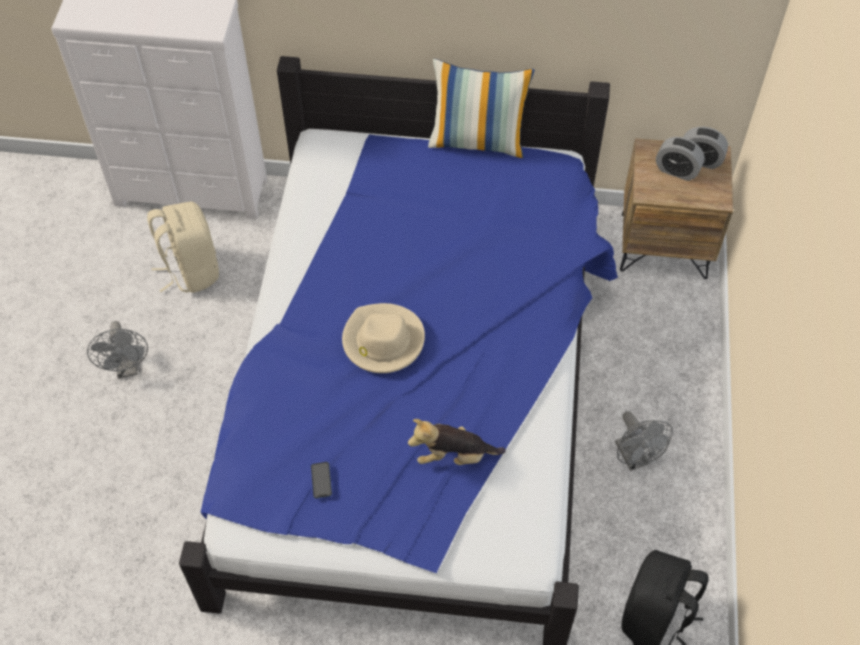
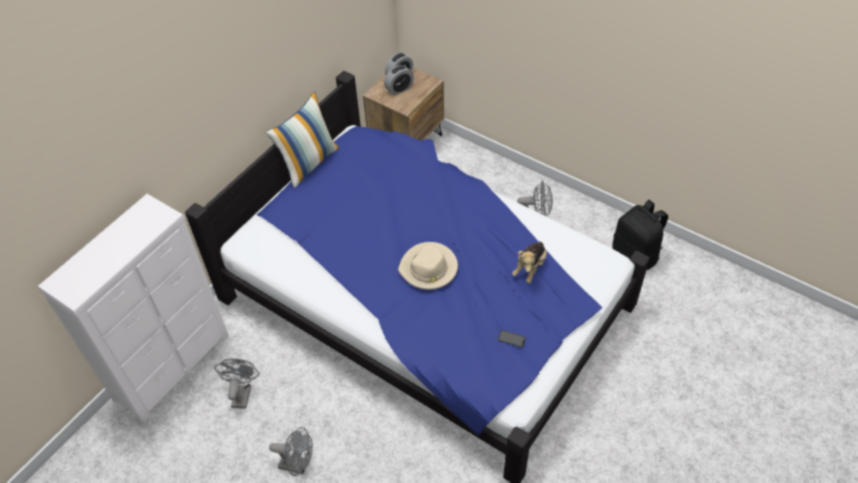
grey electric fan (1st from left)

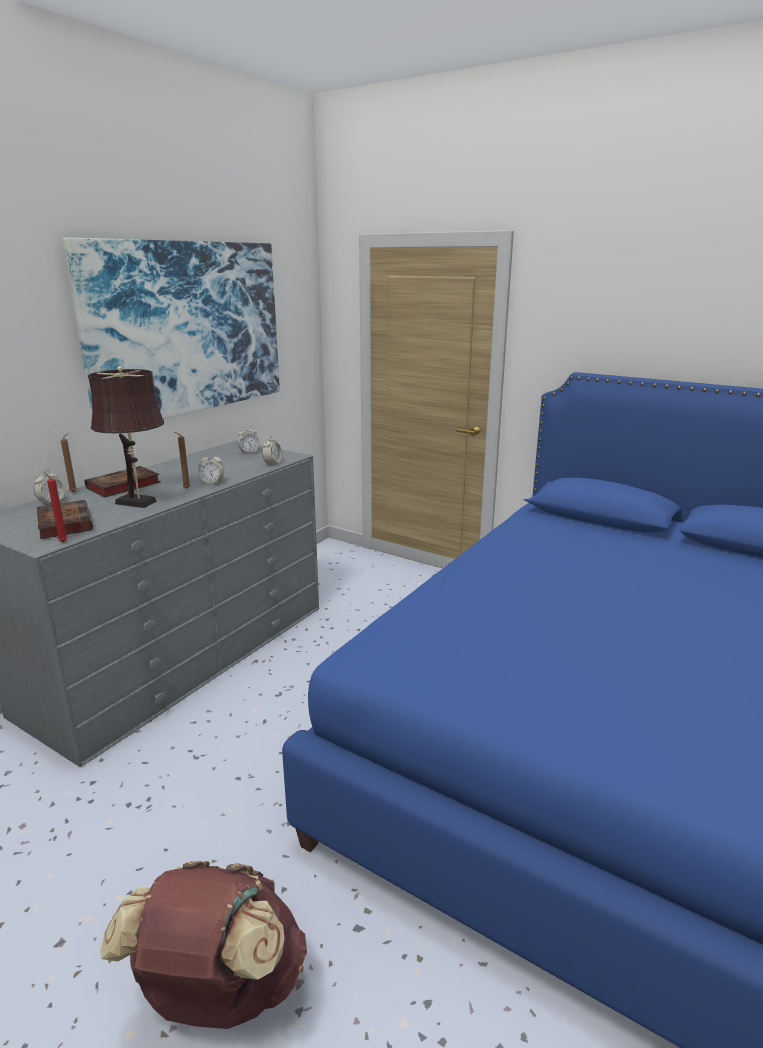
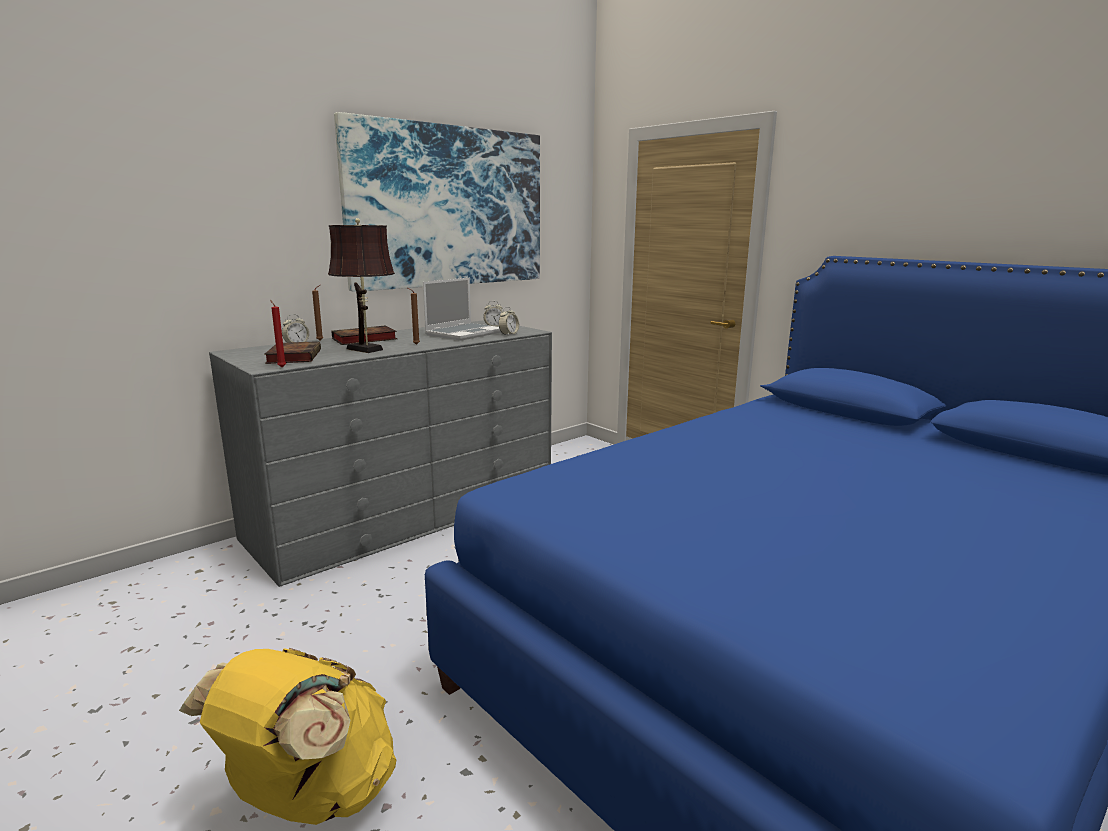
yellow-coloured backpack
bedside clock (2nd from left in the first image)
laptop

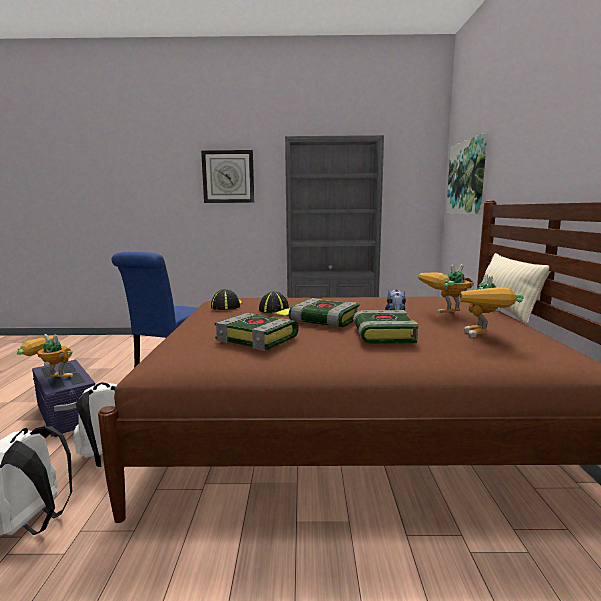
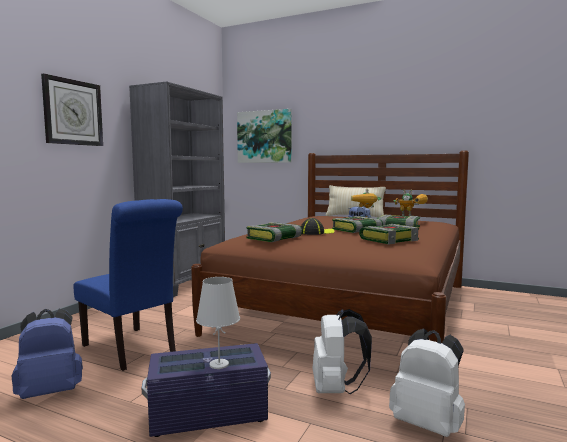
white table lamp
book (1st from left)
blue backpack

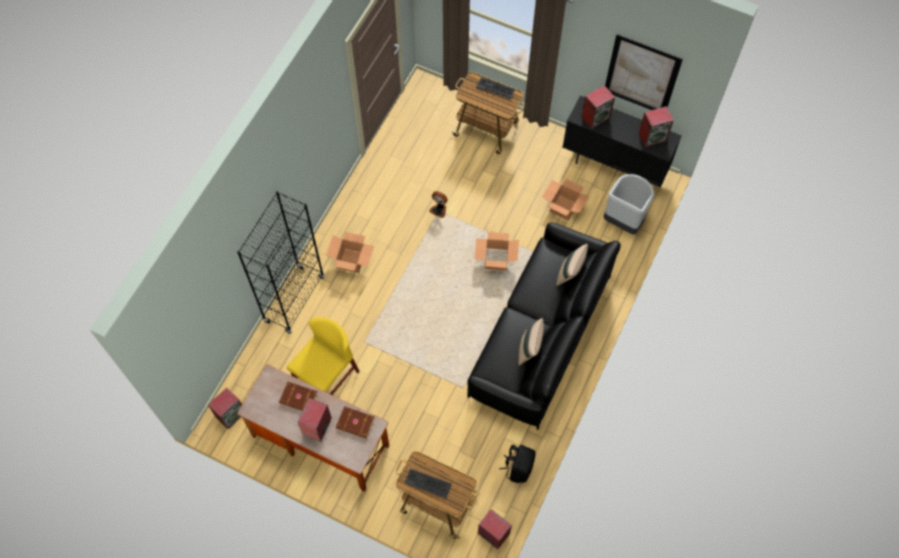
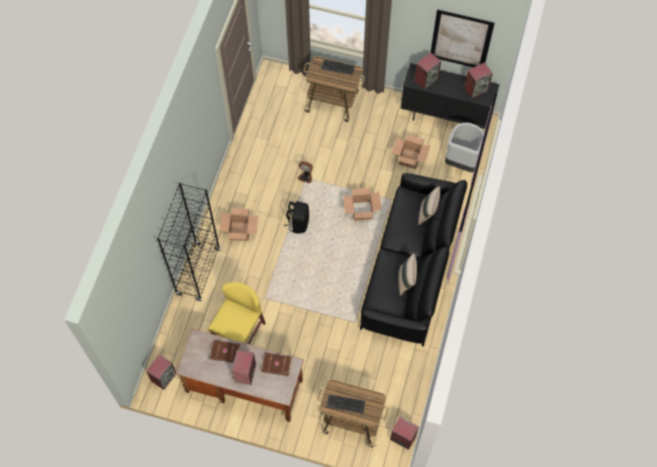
blackish backpack

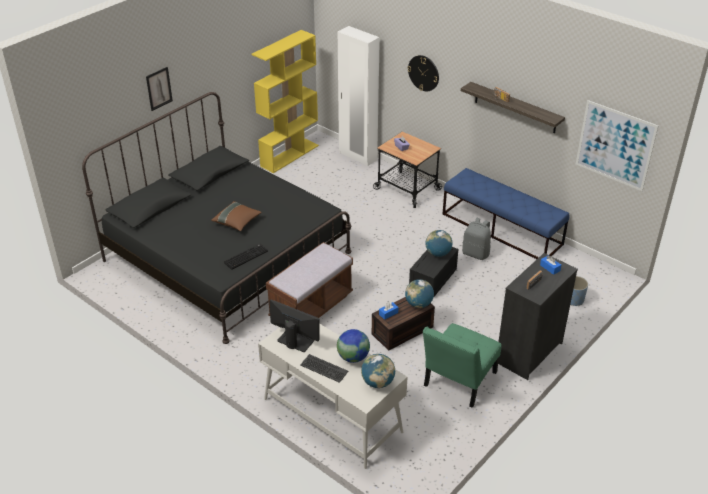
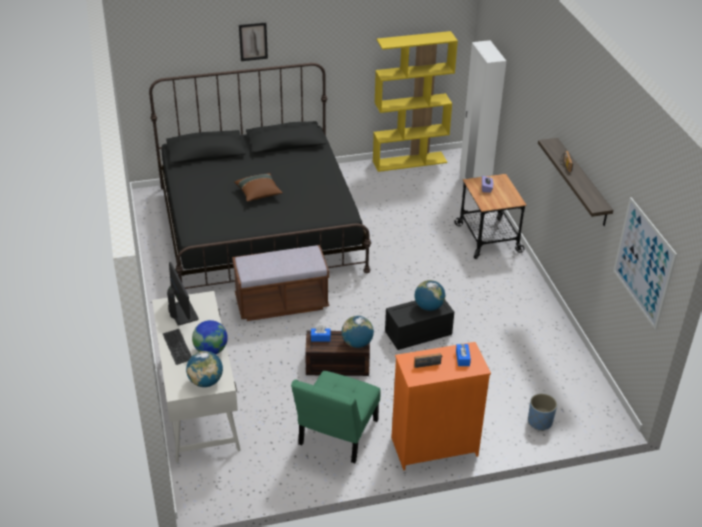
keyboard (1st from left in the first image)
clock on the wall
green-coloured plain chair
blue indoor bench
grey backpack
orangey chest of drawers

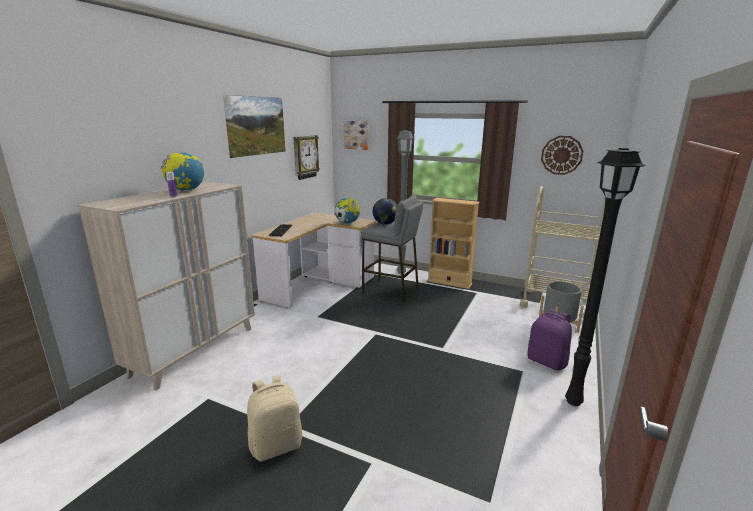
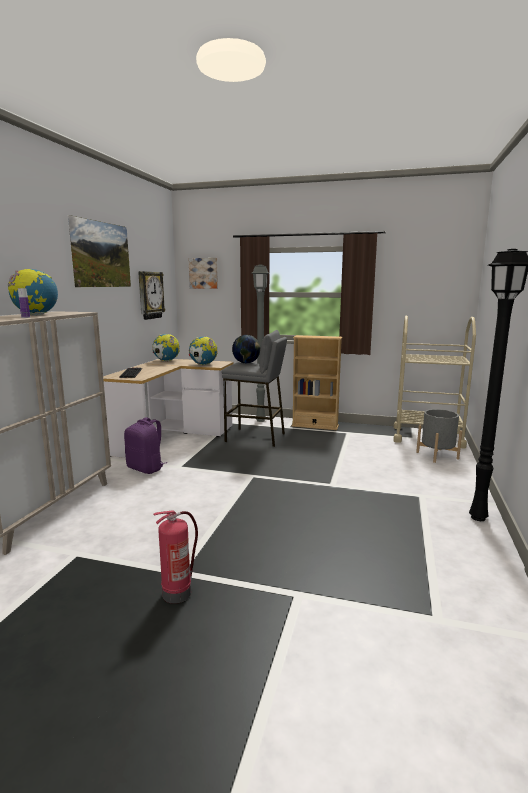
extinguisher
purplish backpack
clock on the wall (2nd from left in the first image)
globe (2nd from left)

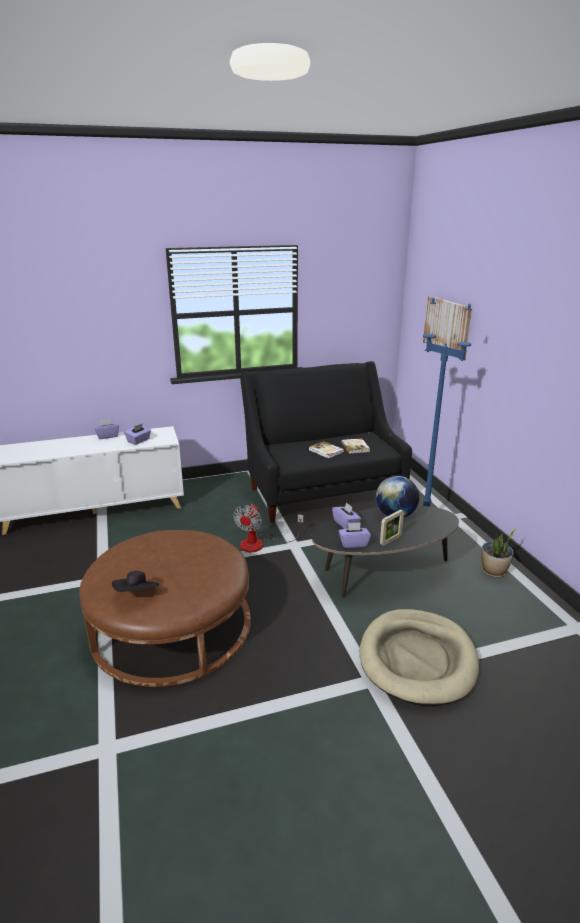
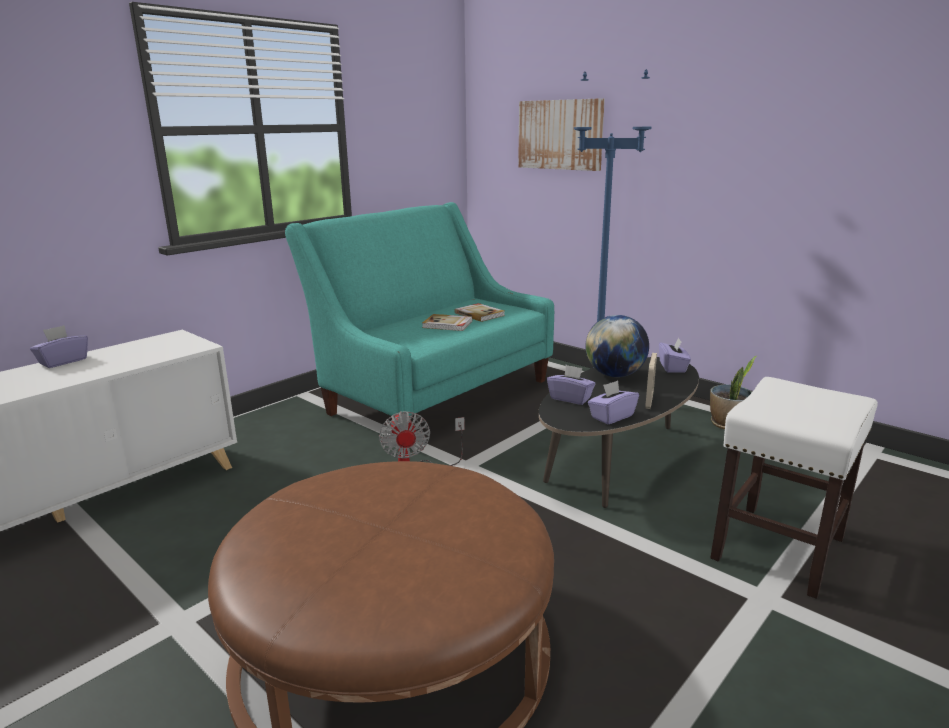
blackish clothing hat
purplish box of tissues (4th from left)
blue-green settee
white stool

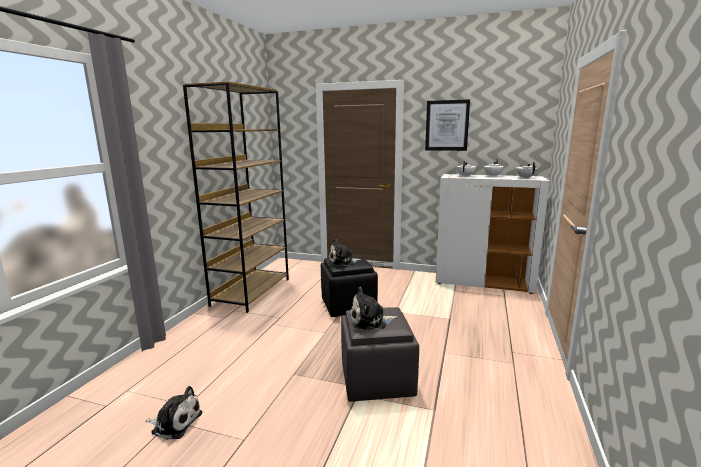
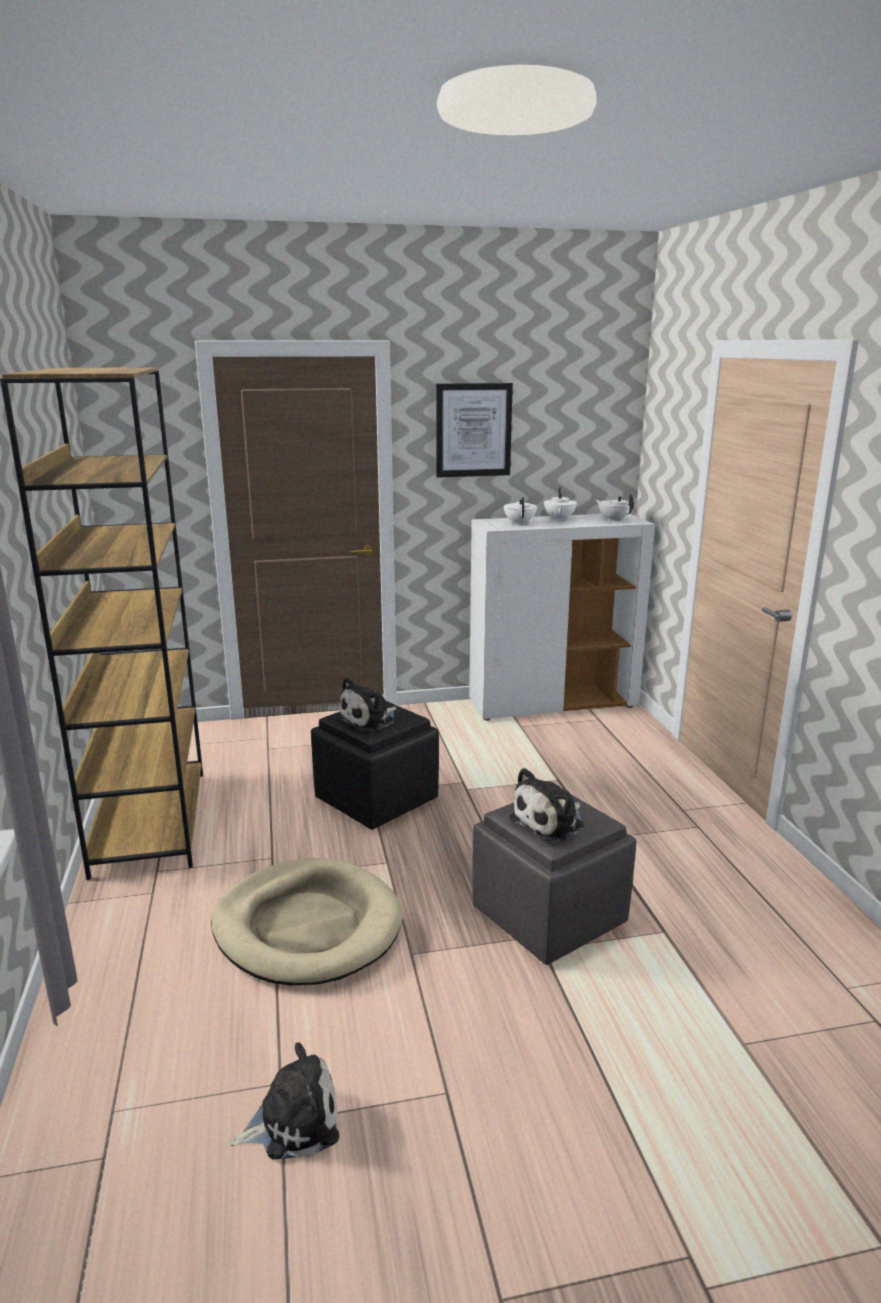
beige dog bed

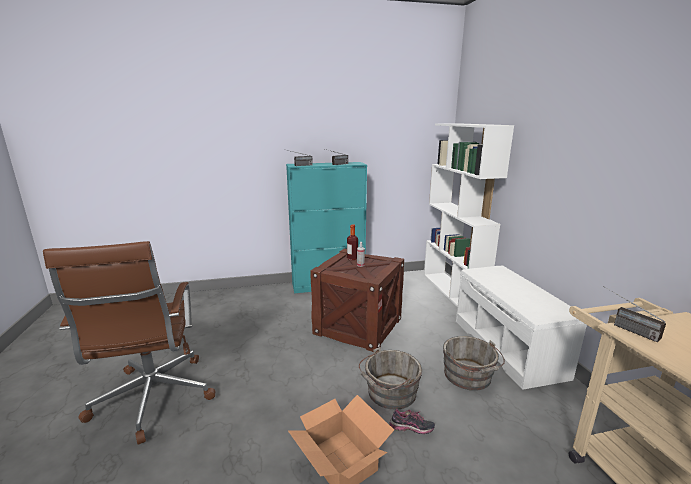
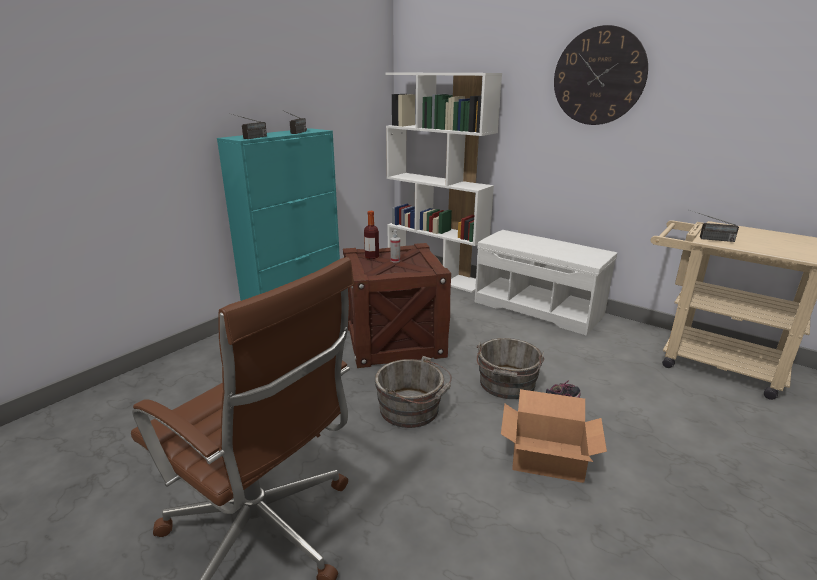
grey water bucket (1st from left)
clock on the wall

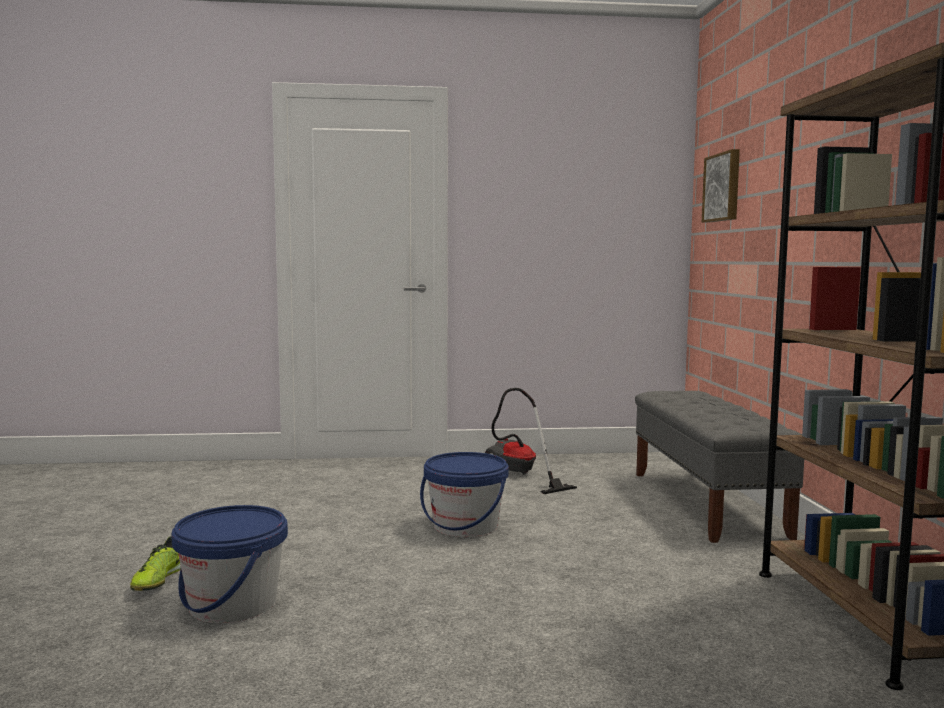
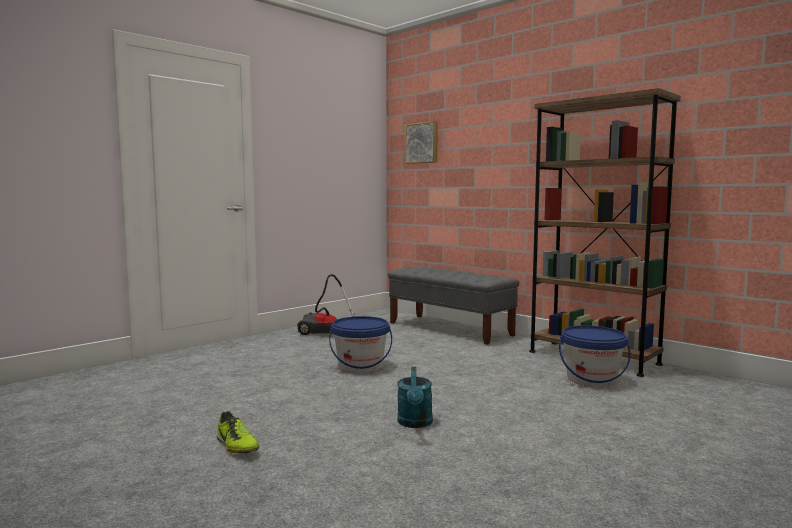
blue water bucket (2nd from left)
blue-green watering pot

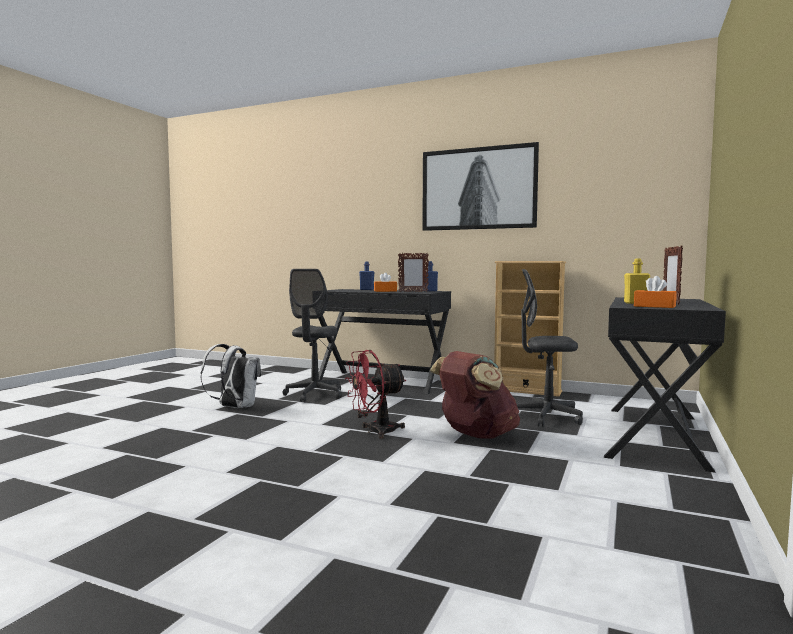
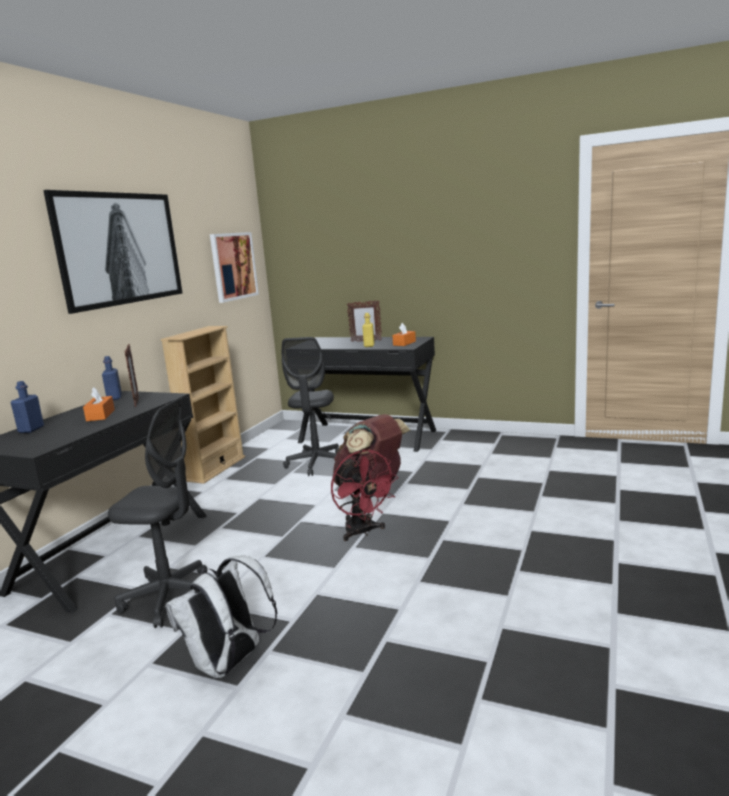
wall art (2nd from left)

